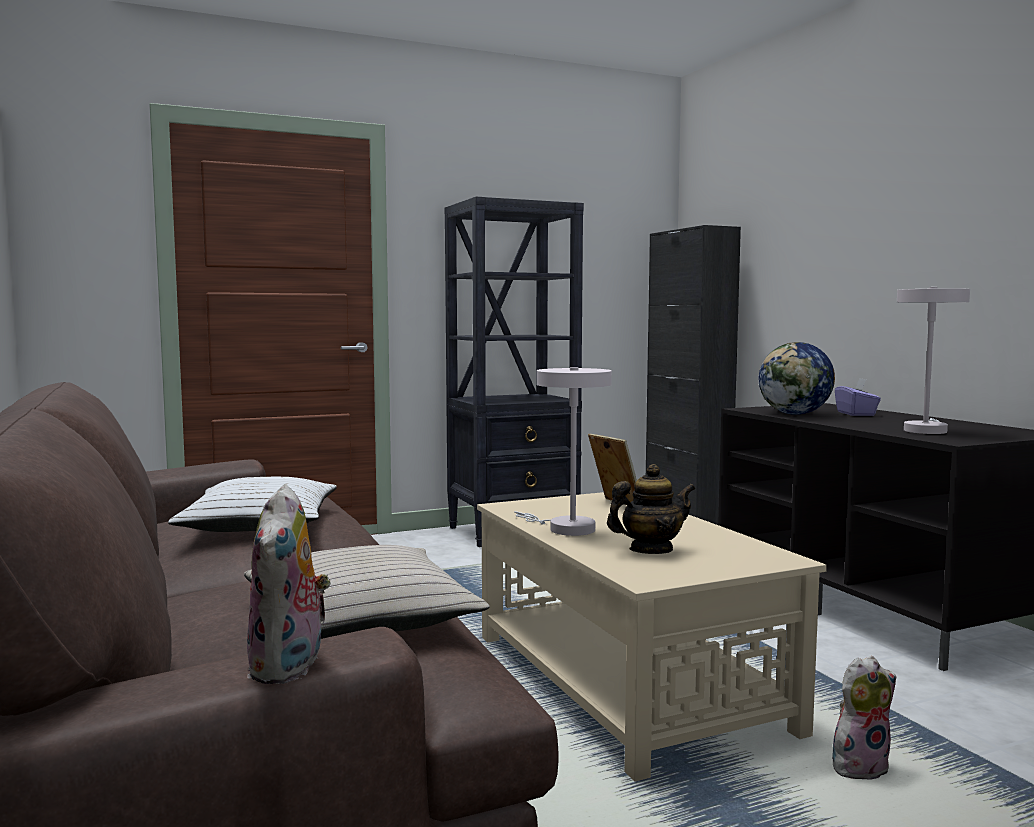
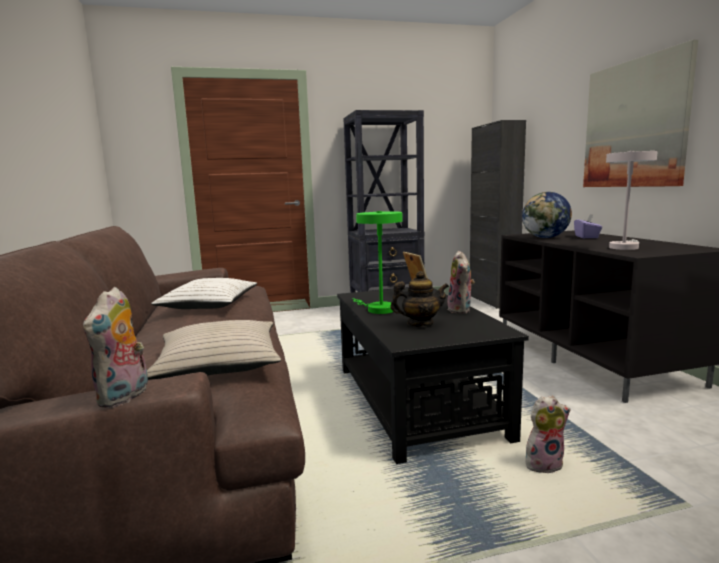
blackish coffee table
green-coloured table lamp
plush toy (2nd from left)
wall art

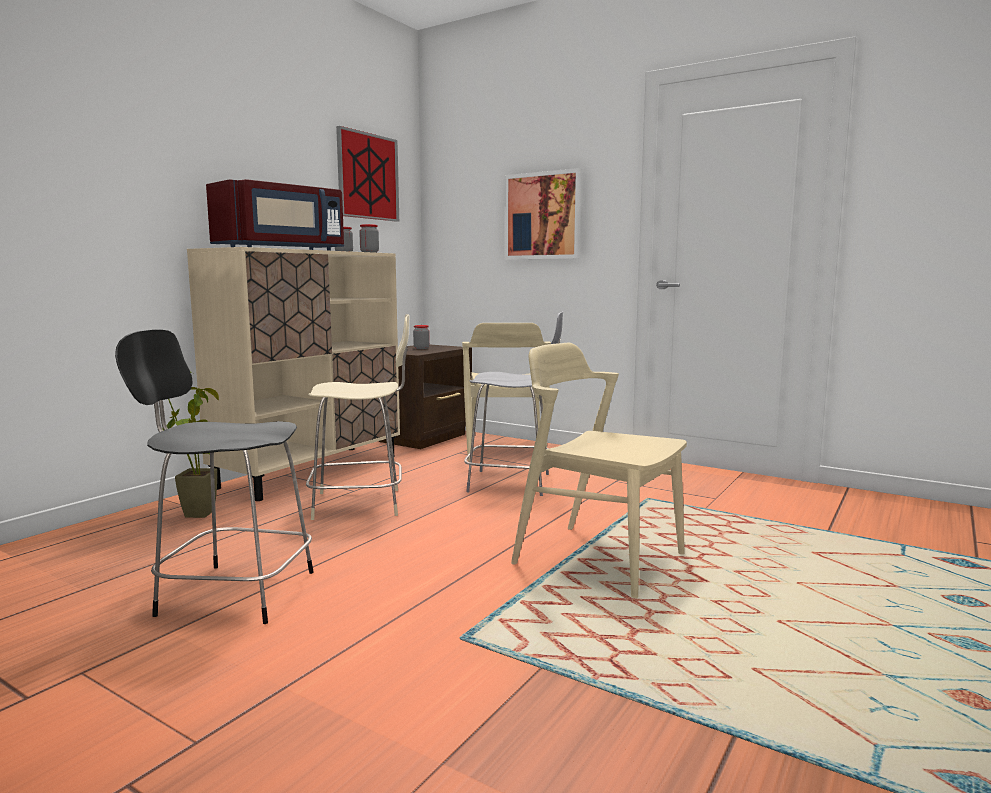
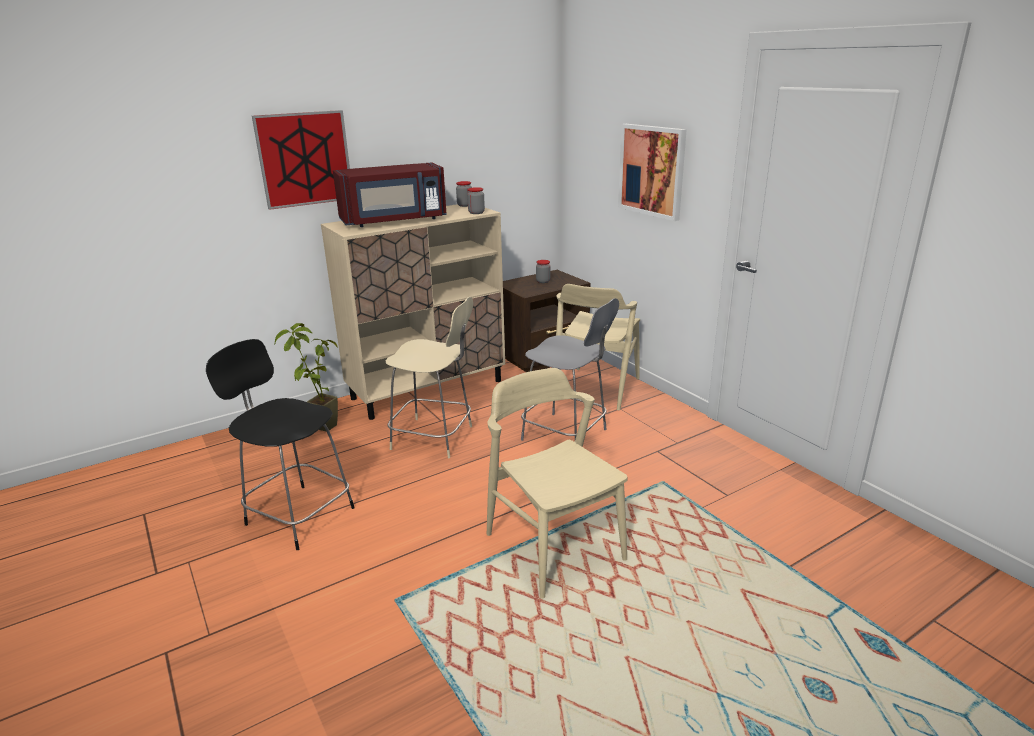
wall art (1st from left)

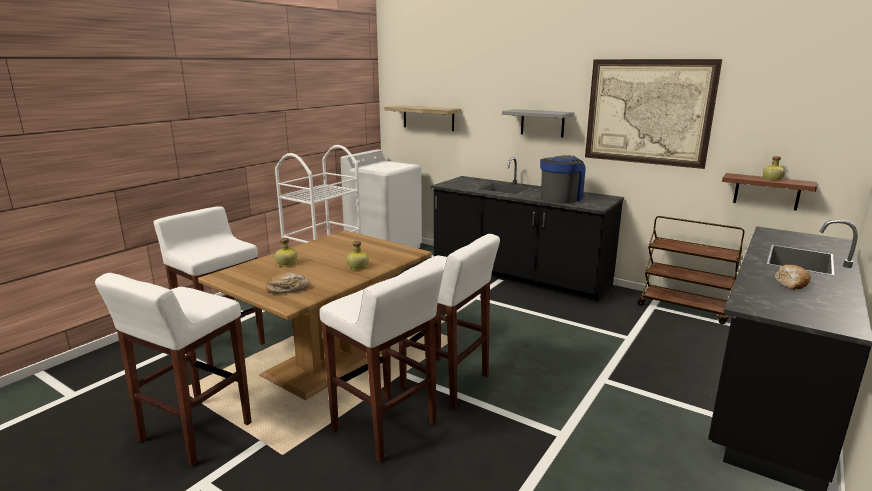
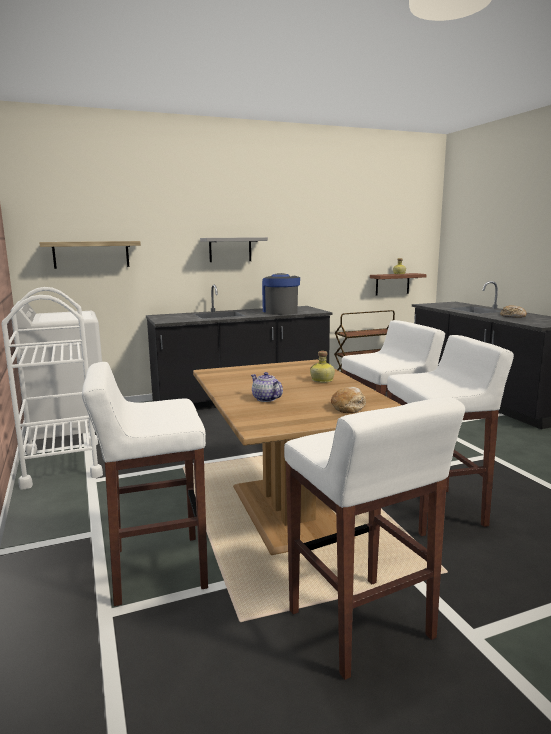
tea pot
wall art

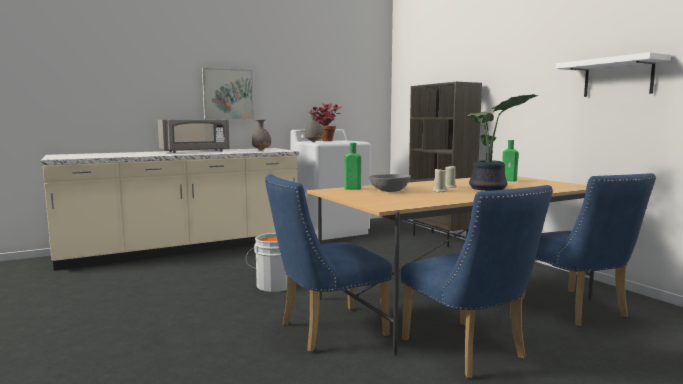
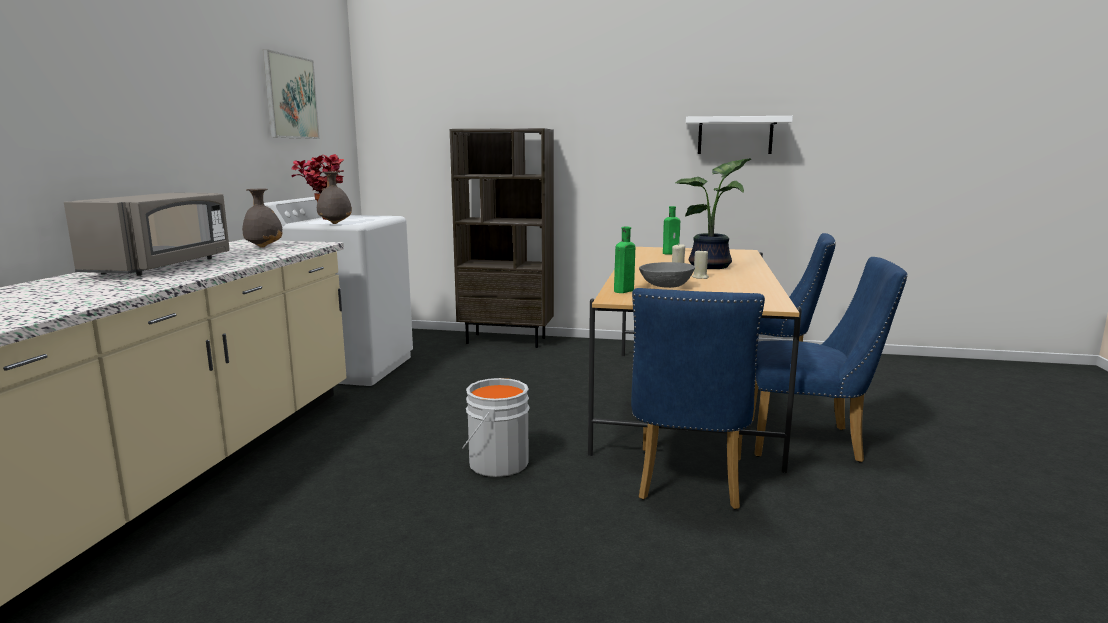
wall art

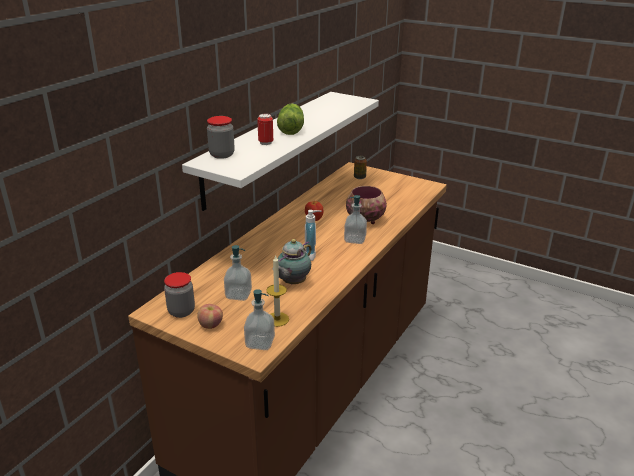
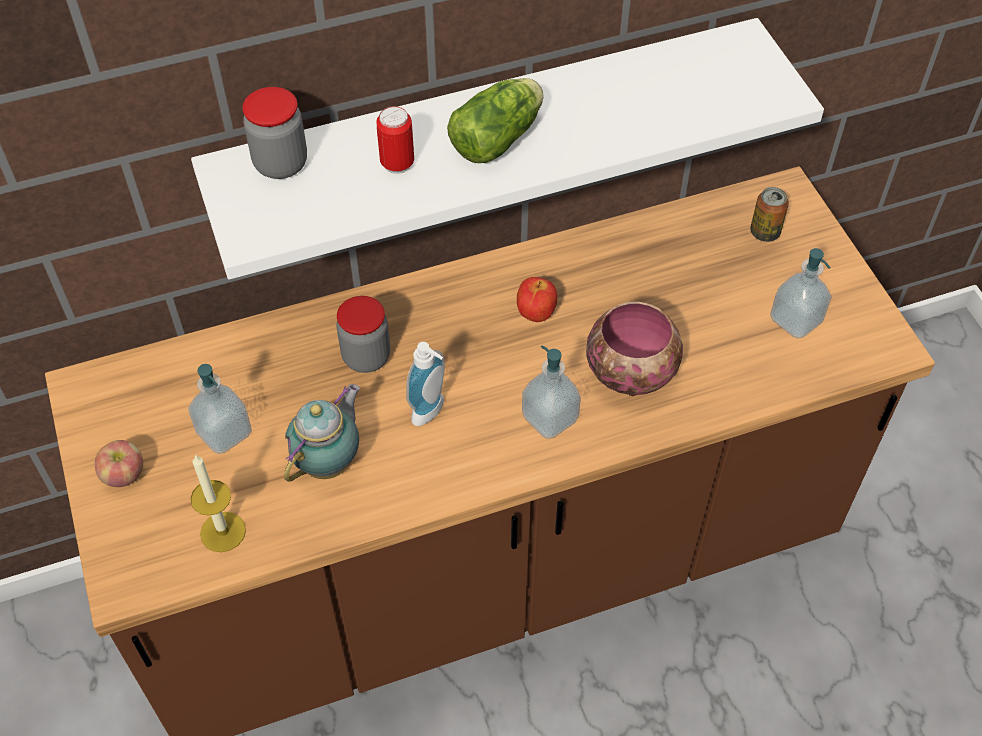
jar (2nd from left)
liquid soap bottle (4th from left)
tea pot

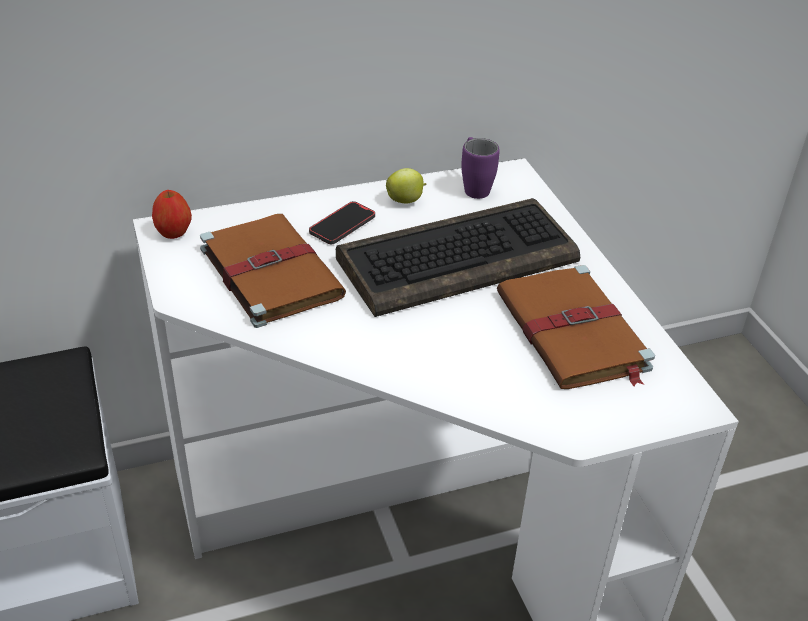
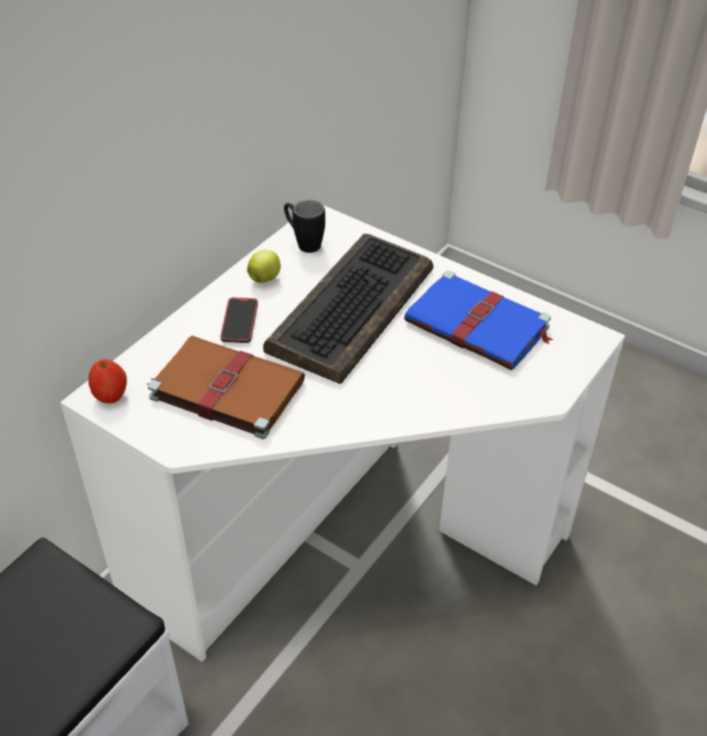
blackish coffee mug
blue book

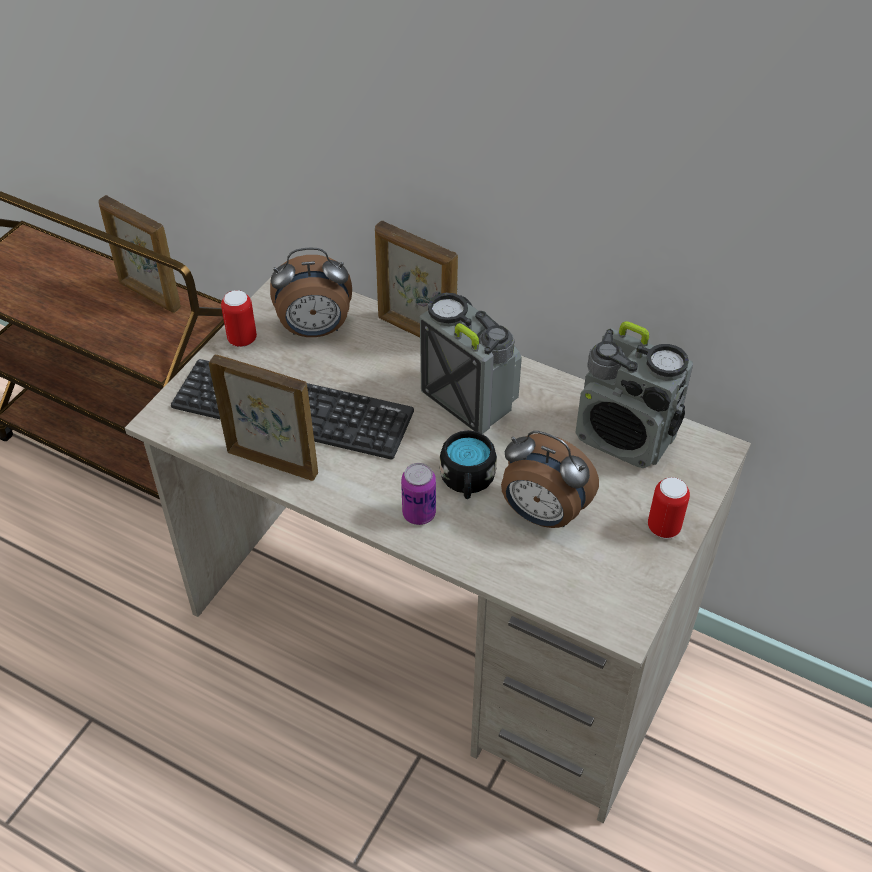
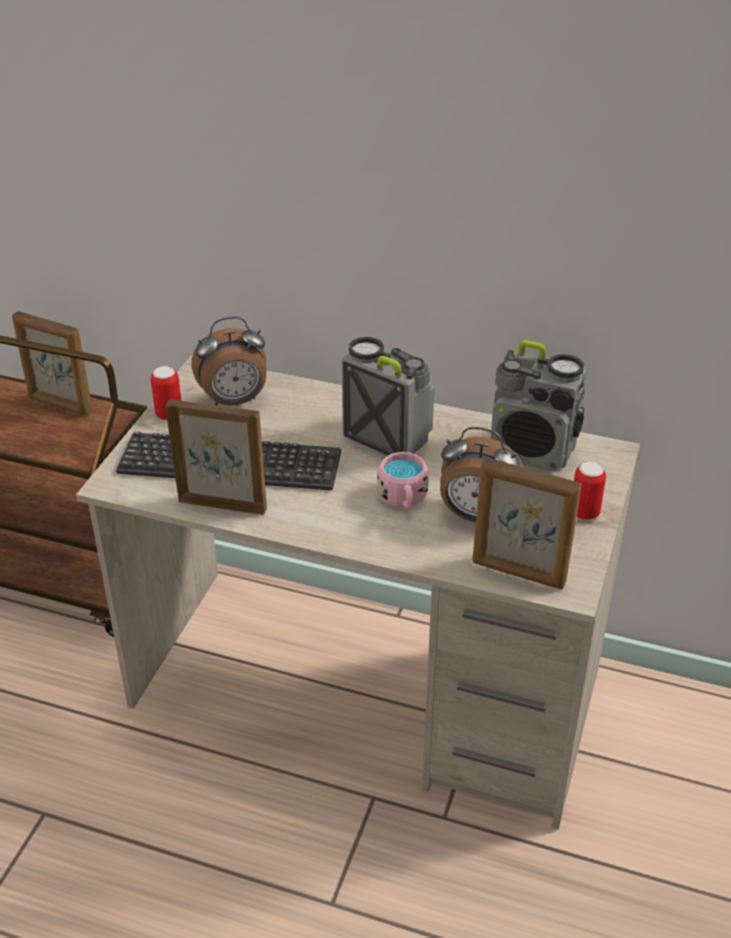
standing frame (3rd from left)
can (2nd from left in the first image)
pink-coloured coffee mug

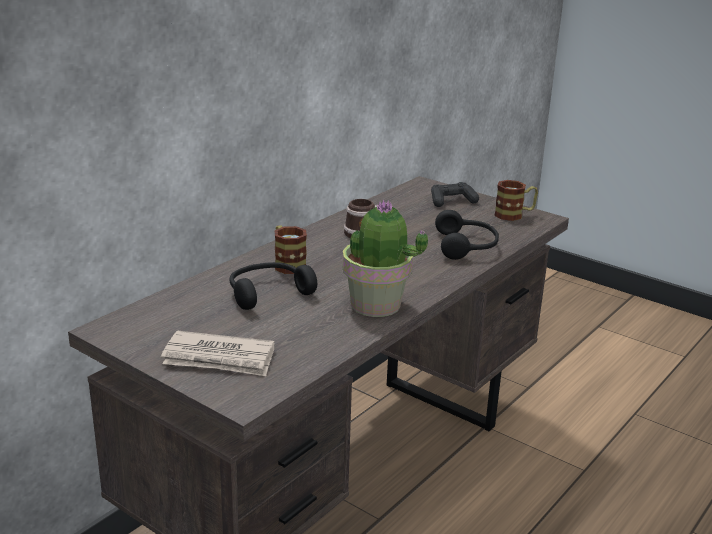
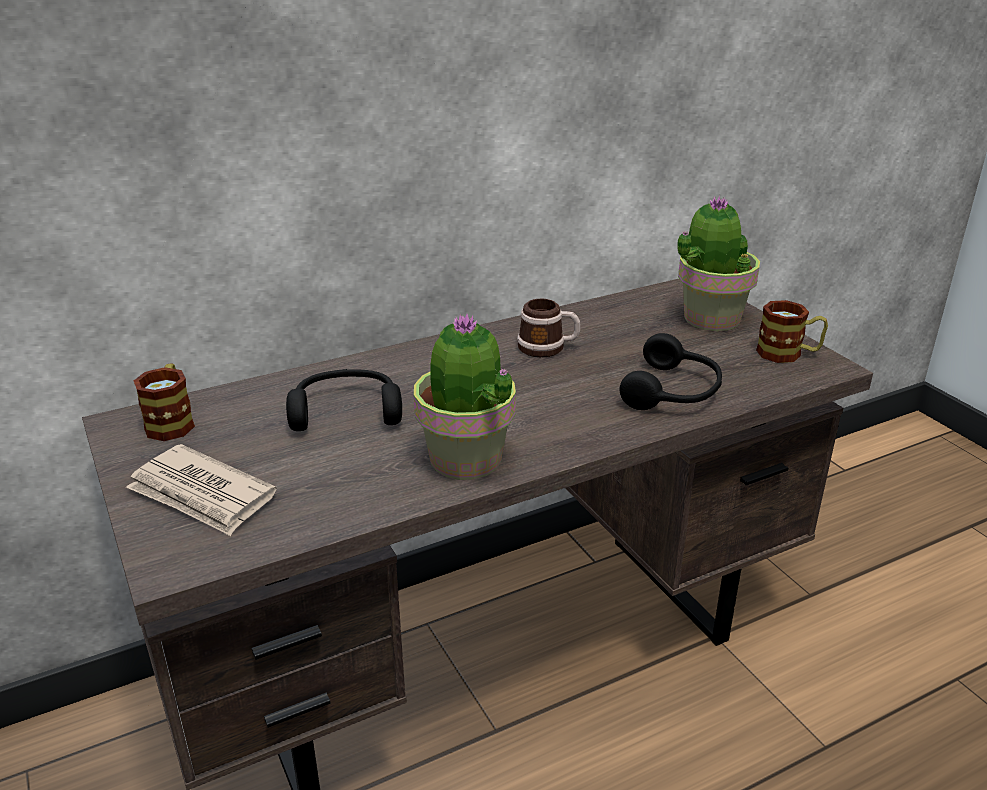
coffee mug (1st from left)
houseplant (2nd from left)

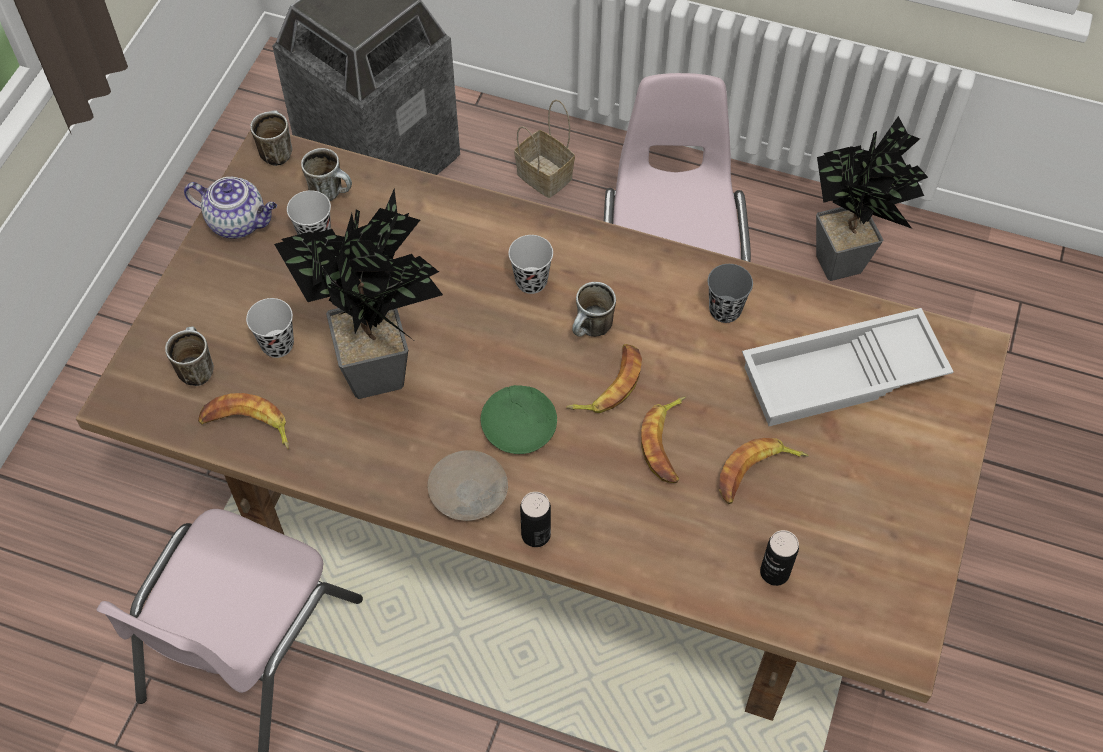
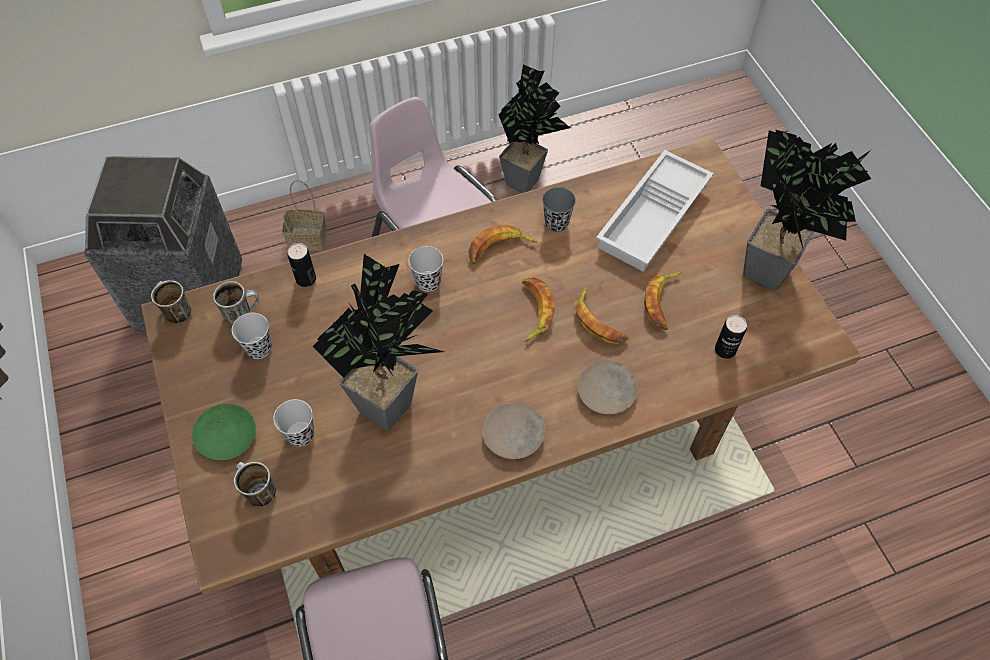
tea pot
banana (1st from left)
green-coloured dinner plate
can (1st from left)
coffee mug (4th from left in the first image)
beige dinner plate (2nd from left)
houseplant (3rd from left)

